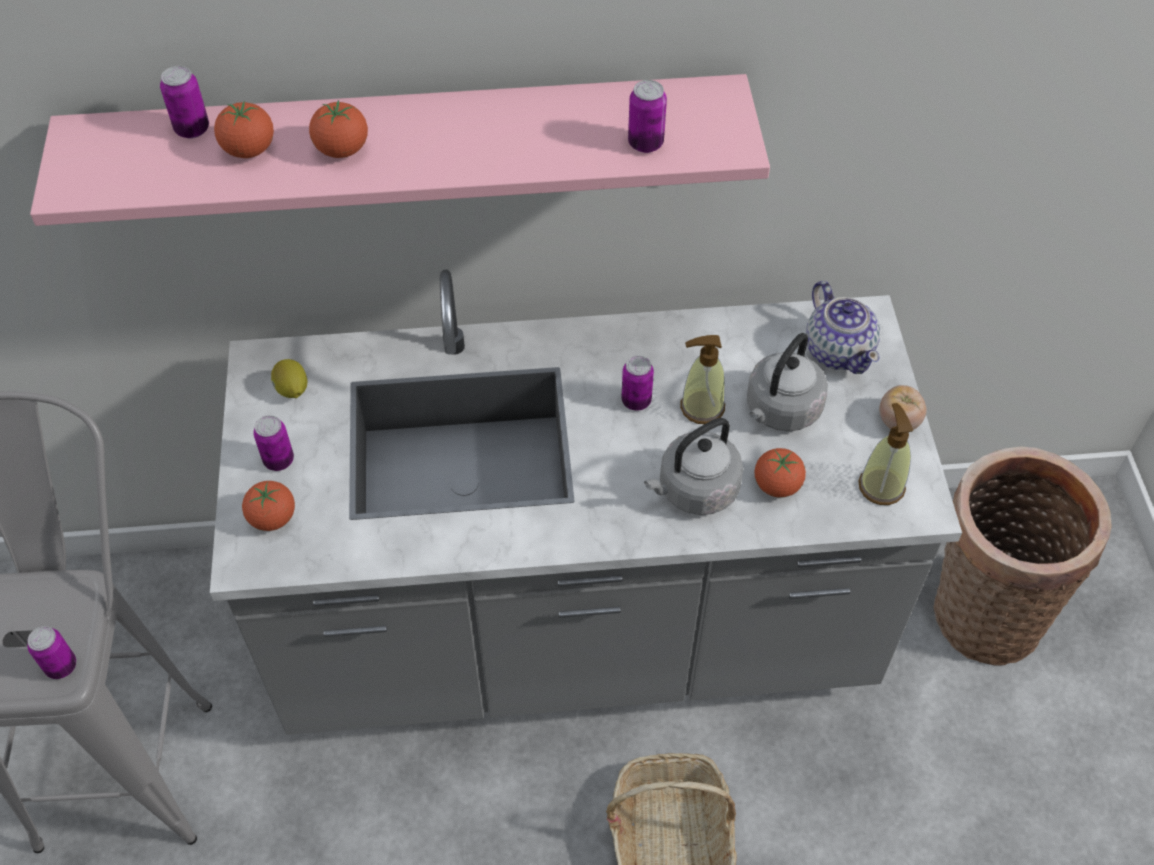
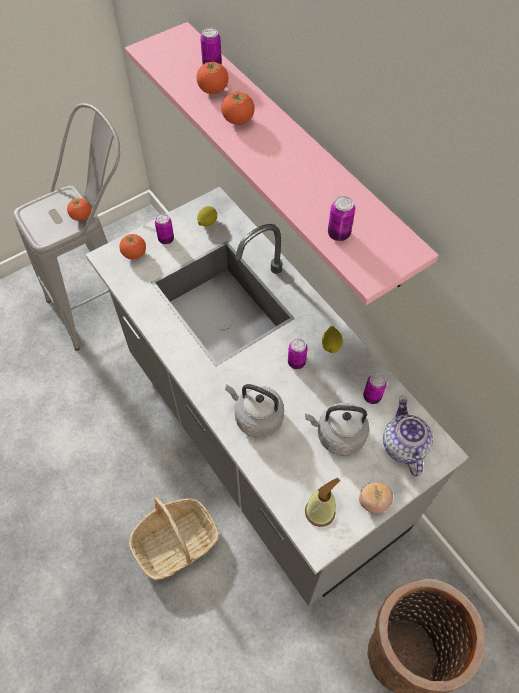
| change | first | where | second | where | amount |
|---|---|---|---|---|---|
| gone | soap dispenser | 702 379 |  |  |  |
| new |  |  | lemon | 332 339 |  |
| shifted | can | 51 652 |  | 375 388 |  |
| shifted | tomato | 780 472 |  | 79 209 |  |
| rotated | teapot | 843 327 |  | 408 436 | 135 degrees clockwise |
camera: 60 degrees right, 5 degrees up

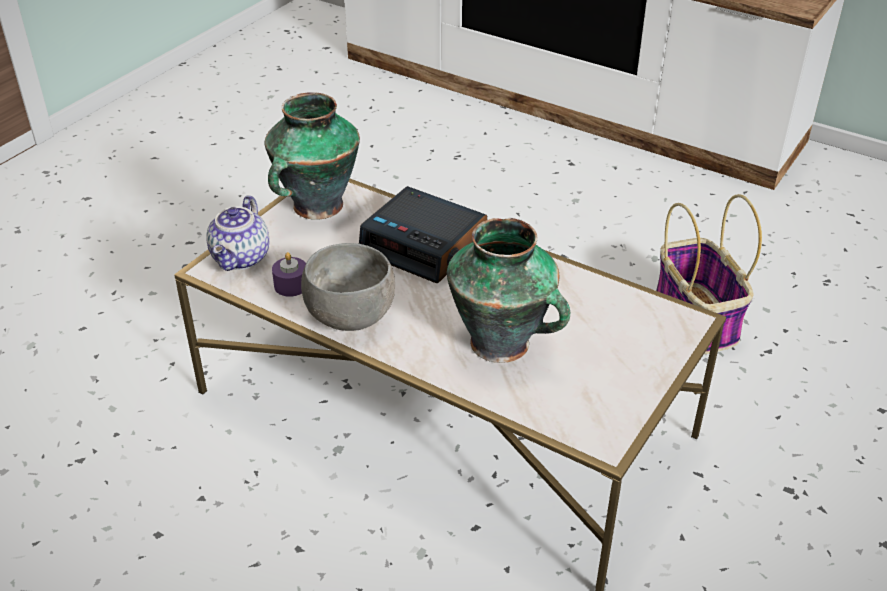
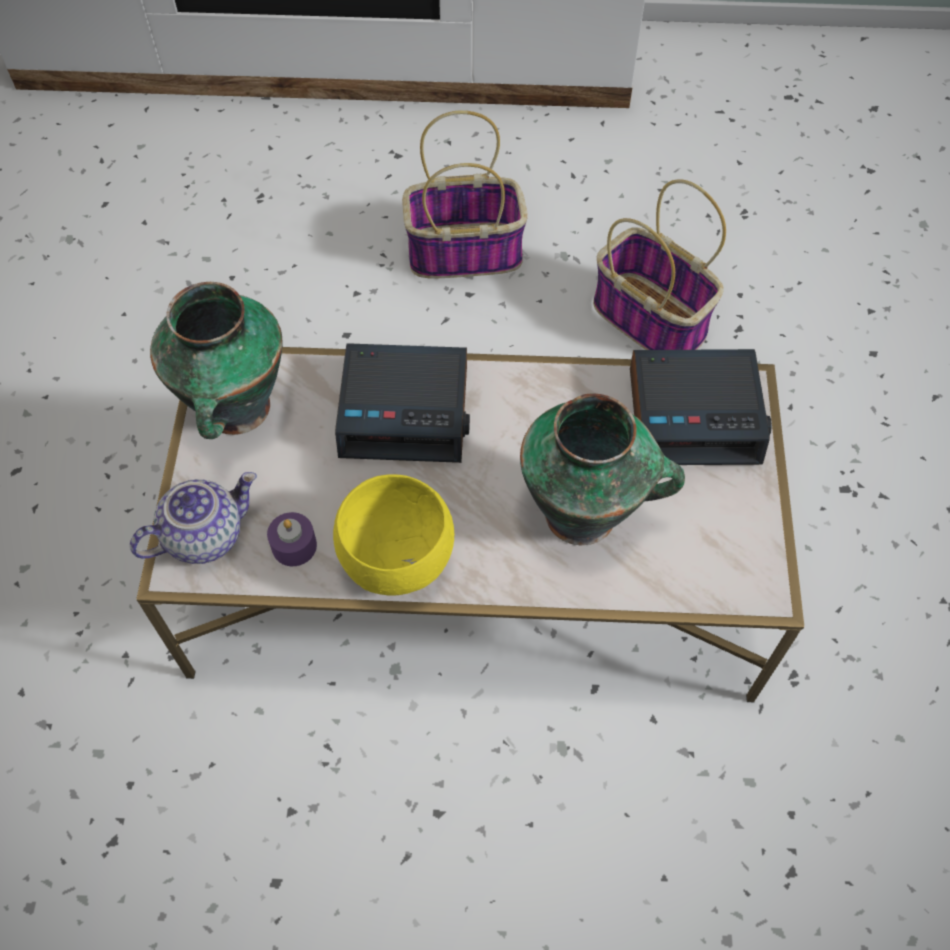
| change | first | where | second | where | amount |
|---|---|---|---|---|---|
| new |  |  | basket | 465 194 |  |
| new |  |  | alarm clock | 701 407 |  |
| repainted | bowl/grey | 348 287 | bowl/yellow | 393 534 |  |
| rotated | teapot | 237 233 |  | 193 518 | 105 degrees counterclockwise |
camera: 30 degrees left, 20 degrees up

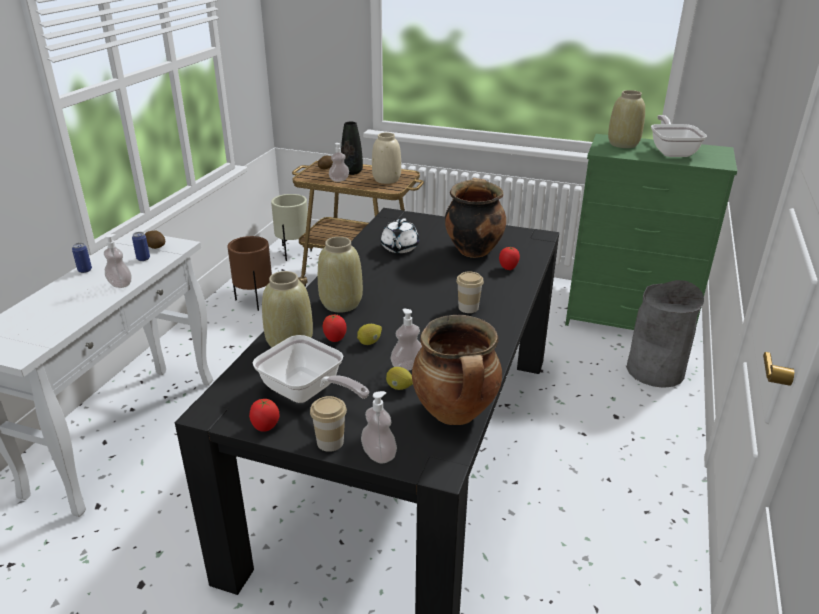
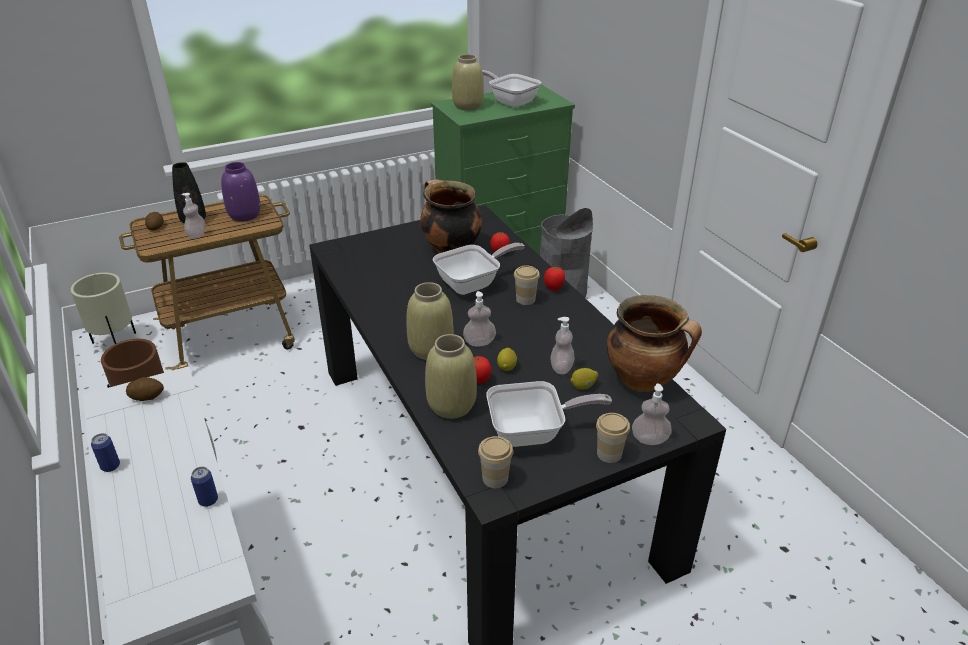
| change | first | where | second | where | amount |
|---|---|---|---|---|---|
| gone | teapot/white | 400 235 |  |  |  |
| new |  |  | frying pan | 479 269 |  |
| new |  |  | cup | 495 462 |  |
| shifted | soap dispenser | 118 261 |  | 479 319 |  |
| shifted | can | 141 246 |  | 204 486 |  |
| shifted | tomato | 264 415 |  | 554 279 |  |
| repainted | vase/beige | 386 158 | vase/purple | 241 192 |  |
camera: 45 degrees left, 5 degrees up

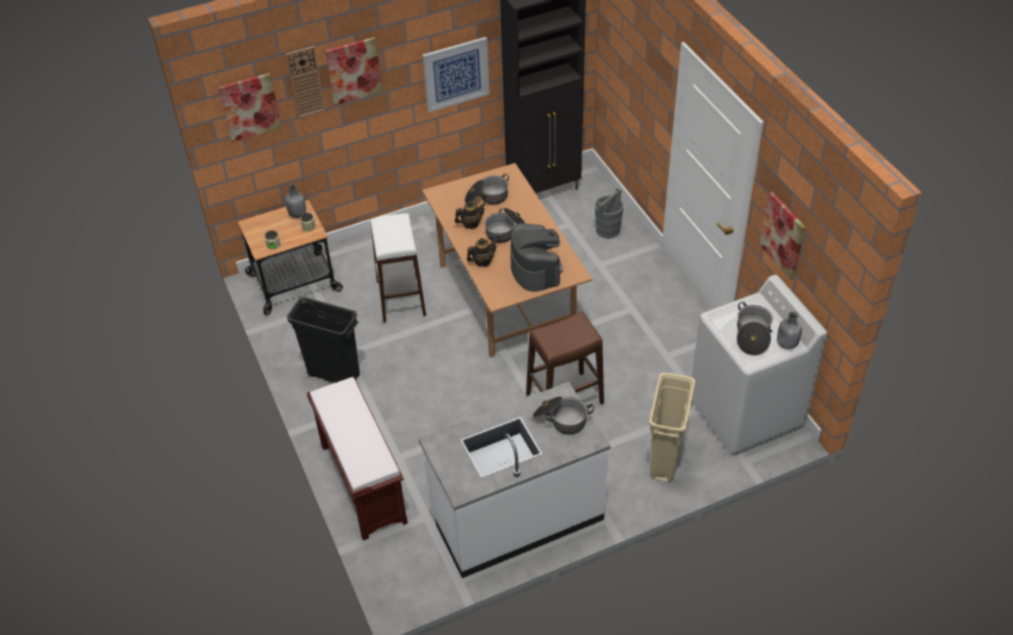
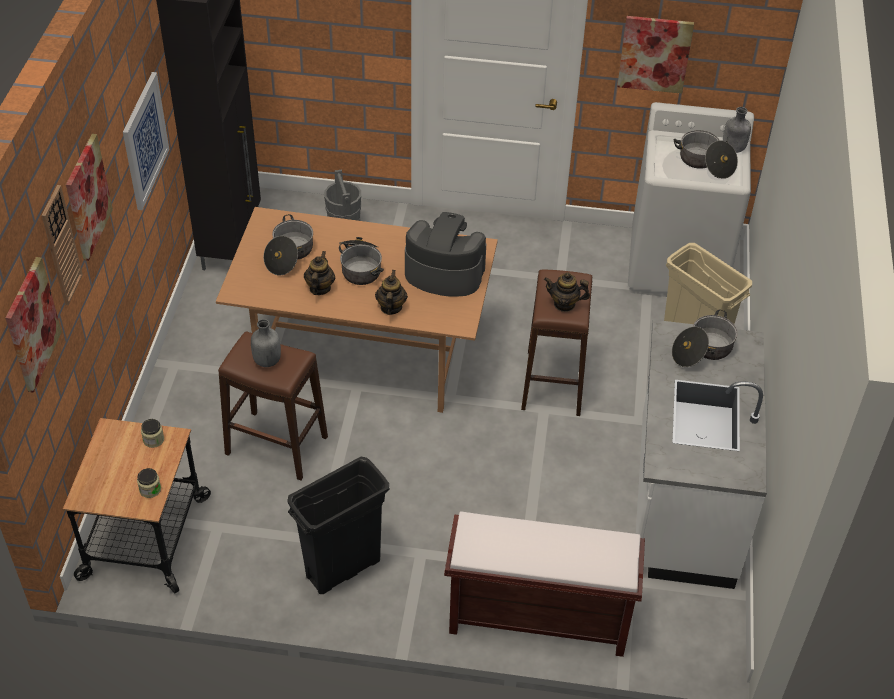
| change | first | where | second | where | amount |
|---|---|---|---|---|---|
| new |  |  | teapot | 567 292 |  |
| shifted | bottle/grey | 295 201 |  | 266 343 |  |
| repainted | stool/white | 398 268 | stool/brown | 273 406 |  |
camera: 60 degrees left, 0 degrees up

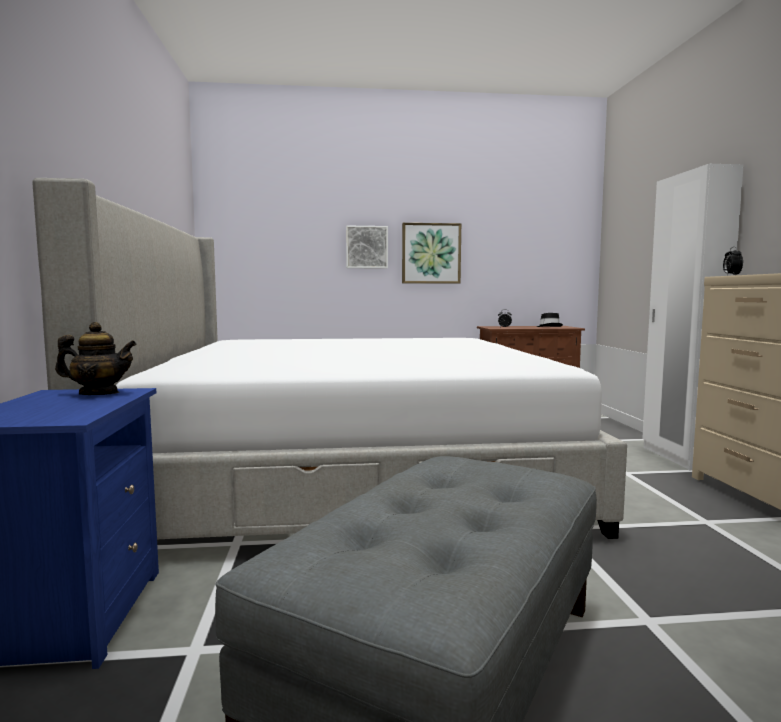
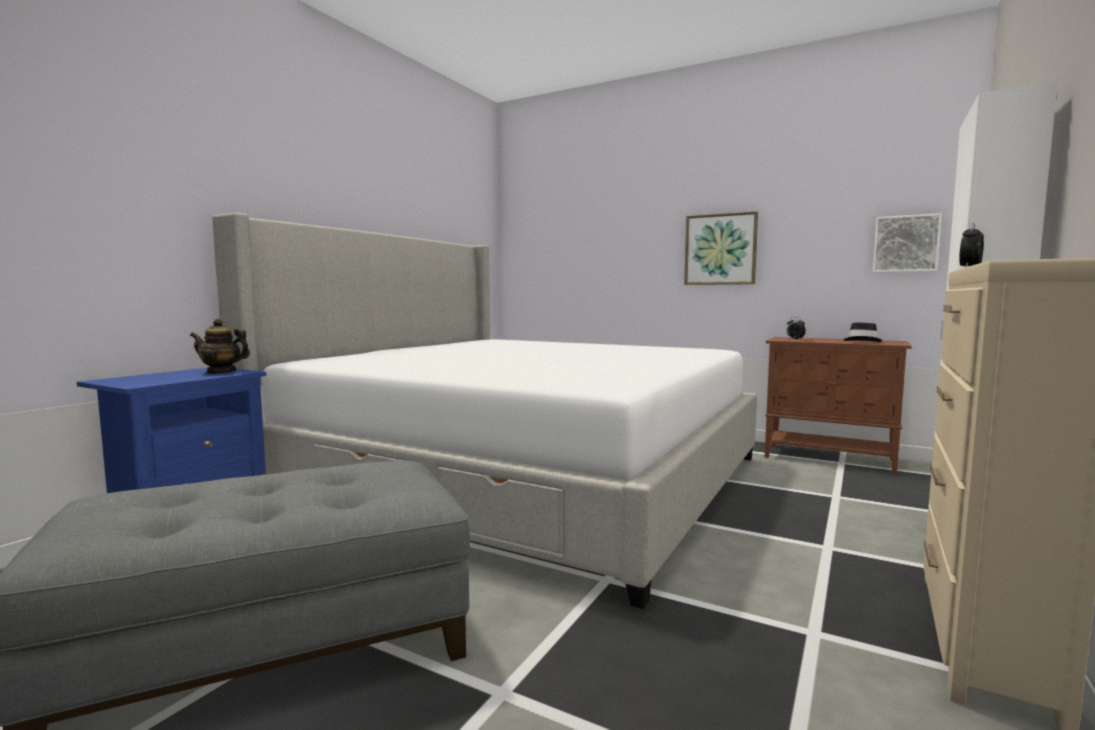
| change | first | where | second | where | amount |
|---|---|---|---|---|---|
| shifted | picture | 367 247 |  | 907 242 |  |
| rotated | teapot | 96 358 |  | 220 346 | 150 degrees clockwise |
camera: 35 degrees right, 0 degrees up

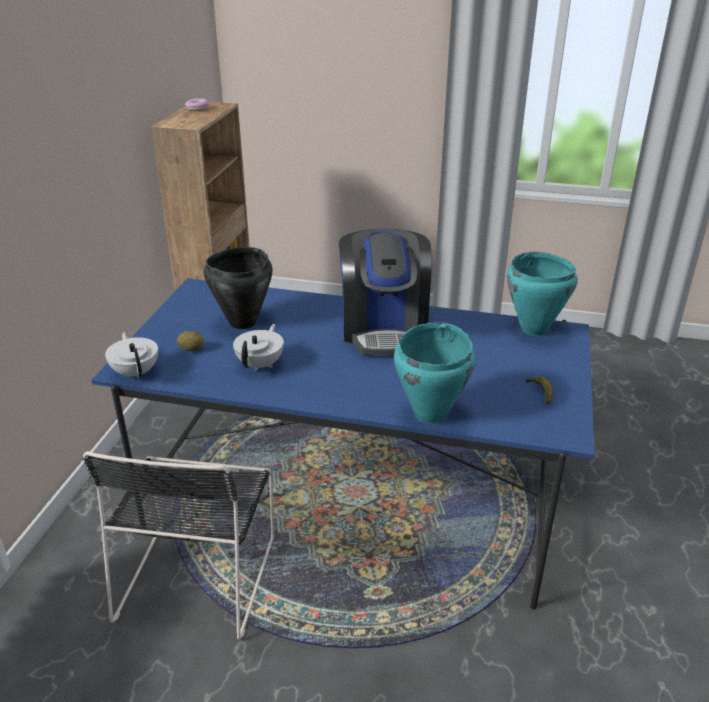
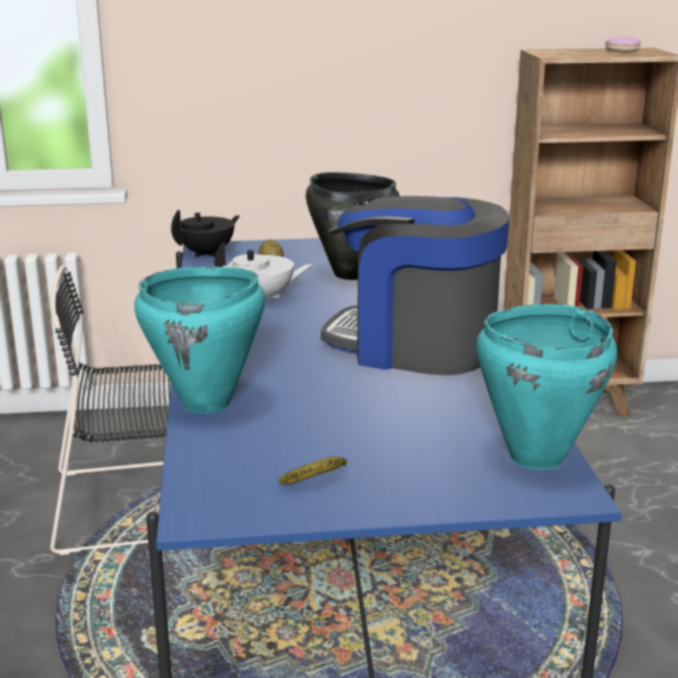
| change | first | where | second | where | amount |
|---|---|---|---|---|---|
| repainted | teapot/white | 131 355 | teapot/black | 205 233 |  |
| rotated | coffee machine | 385 292 |  | 415 285 | 45 degrees clockwise |
camera: 70 degrees right, 10 degrees down

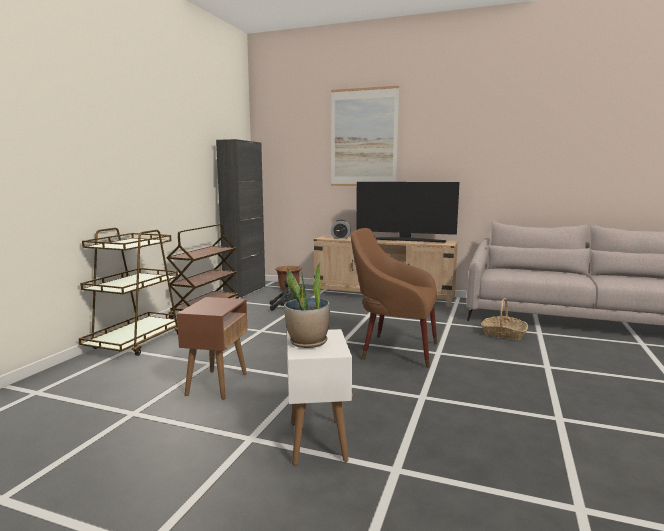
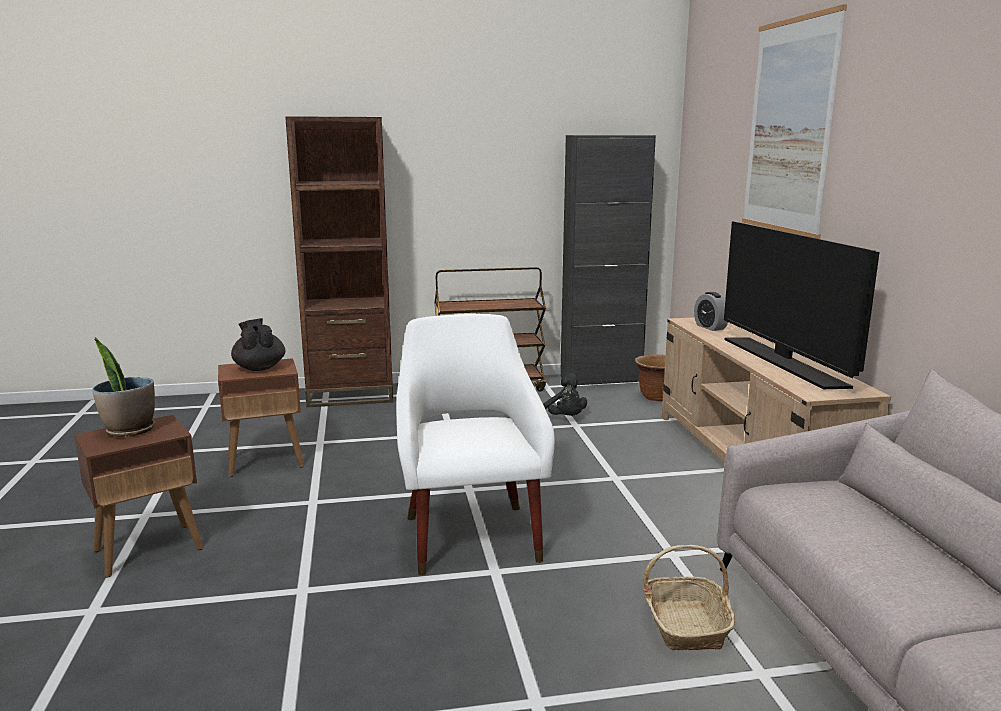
| change | first | where | second | where | amount |
|---|---|---|---|---|---|
| new |  |  | teapot/black | 258 344 |  |
| swapped | cart/brown | 128 292 | bookcase/brown | 339 262 |  |
| repainted | side table/white | 320 397 | side table/brown | 138 496 |  |
| repainted | armchair/brown | 394 298 | armchair/white | 475 444 |  |
camera: 60 degrees right, 5 degrees up

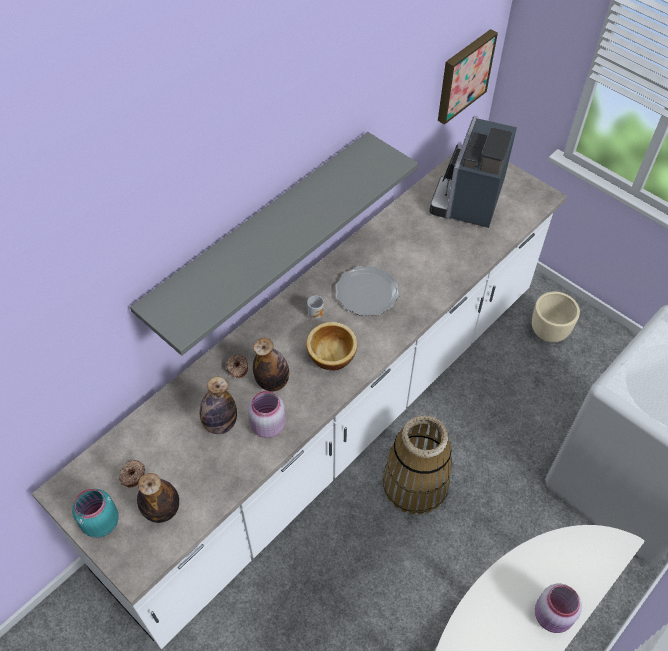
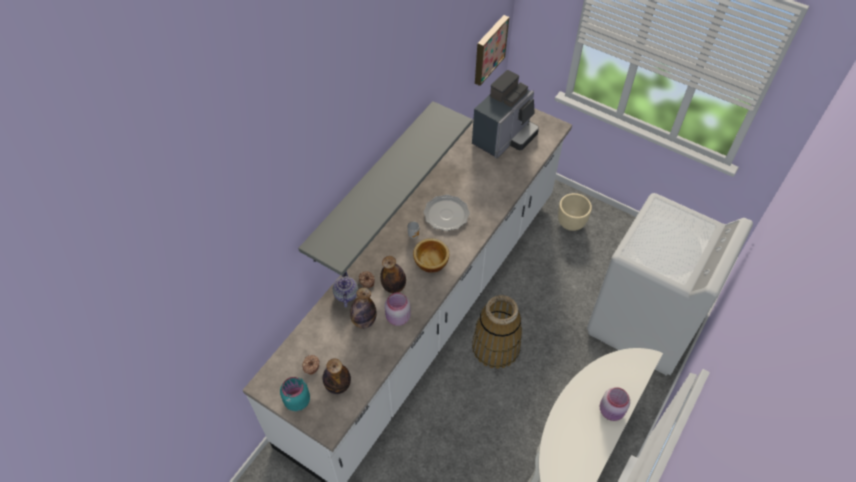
| change | first | where | second | where | amount |
|---|---|---|---|---|---|
| new |  |  | teapot | 345 289 |  |
| rotated | coffee machine | 473 172 |  | 505 114 | 150 degrees counterclockwise |
camera: 10 degrees left, 0 degrees up

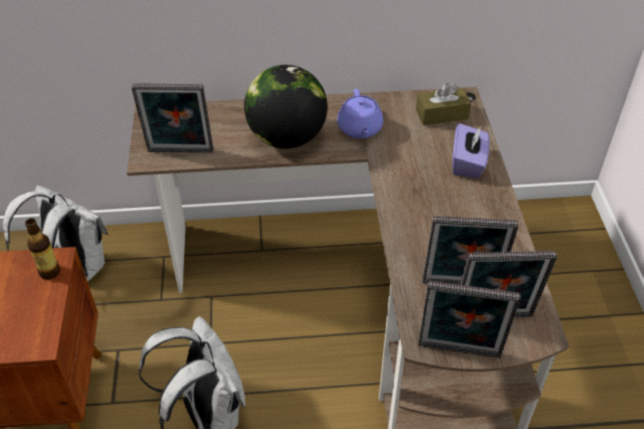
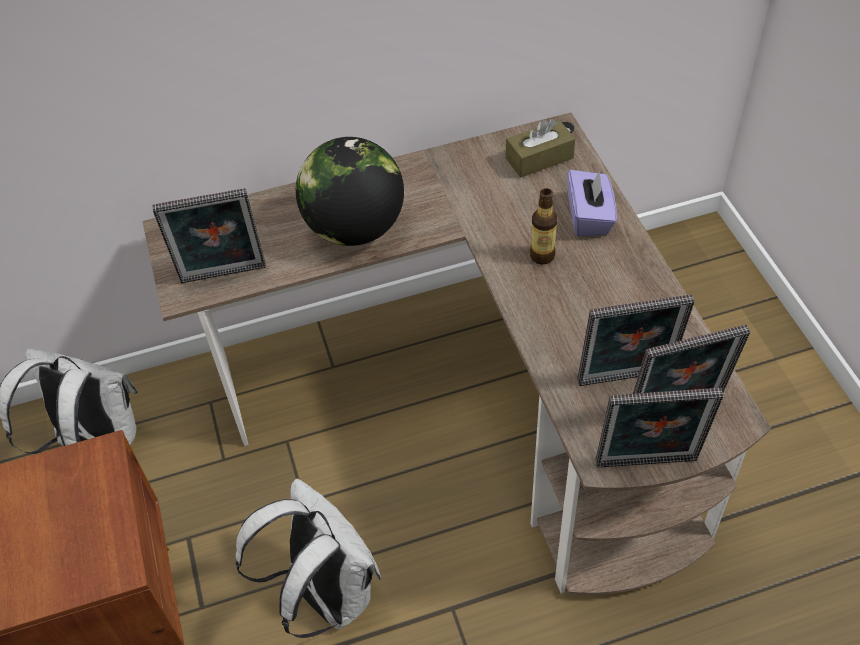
| change | first | where | second | where | amount |
|---|---|---|---|---|---|
| gone | teapot/purple | 360 114 |  |  |  |
| shifted | bottle | 42 249 |  | 543 226 |  |
camera: 10 degrees left, 5 degrees up

